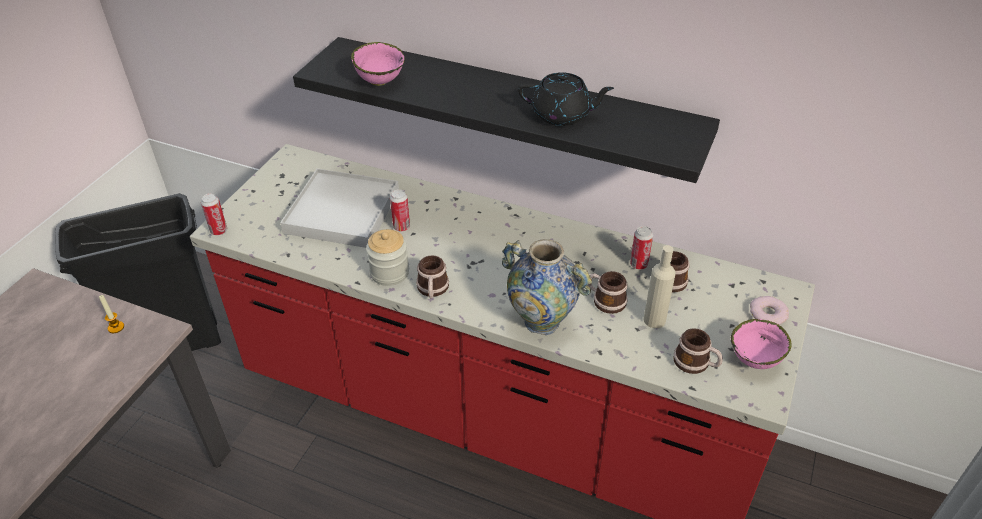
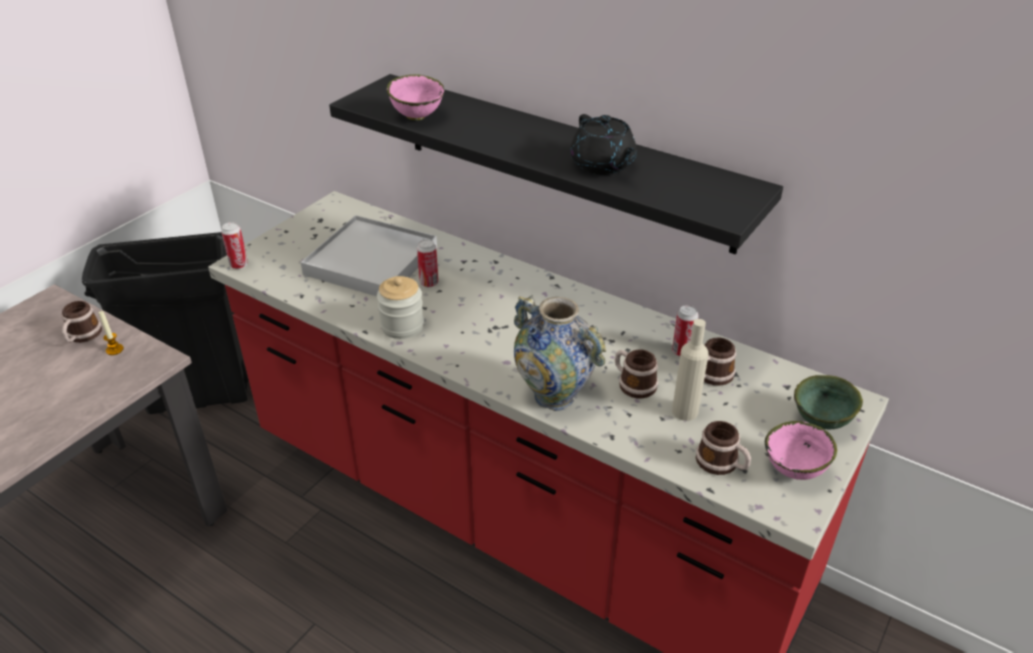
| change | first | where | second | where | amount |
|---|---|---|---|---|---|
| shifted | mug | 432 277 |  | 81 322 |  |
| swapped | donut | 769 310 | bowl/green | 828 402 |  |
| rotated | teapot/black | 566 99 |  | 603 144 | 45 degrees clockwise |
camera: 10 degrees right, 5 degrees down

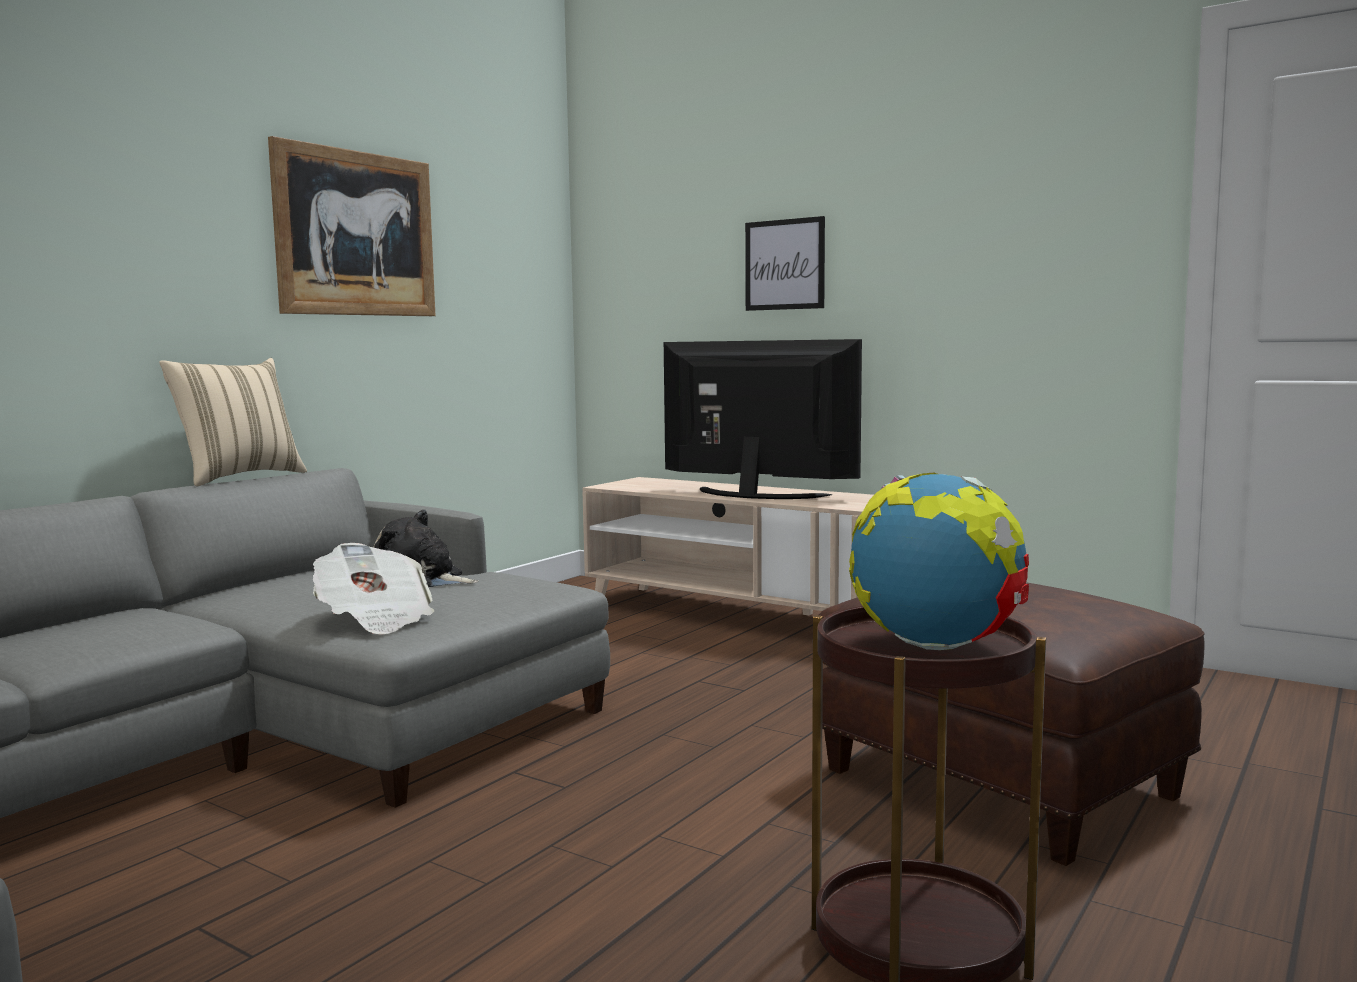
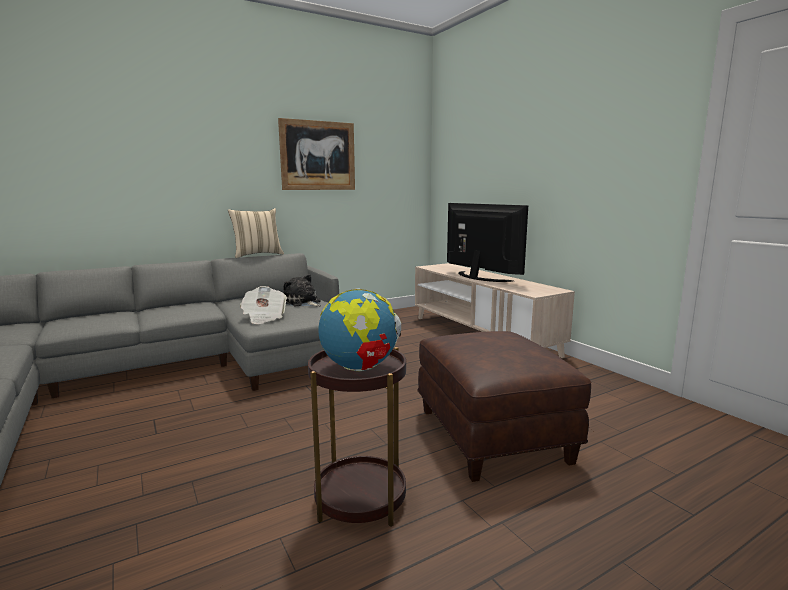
| change | first | where | second | where | amount |
|---|---|---|---|---|---|
| gone | picture | 785 263 |  |  |  |
camera: 25 degrees right, 5 degrees up

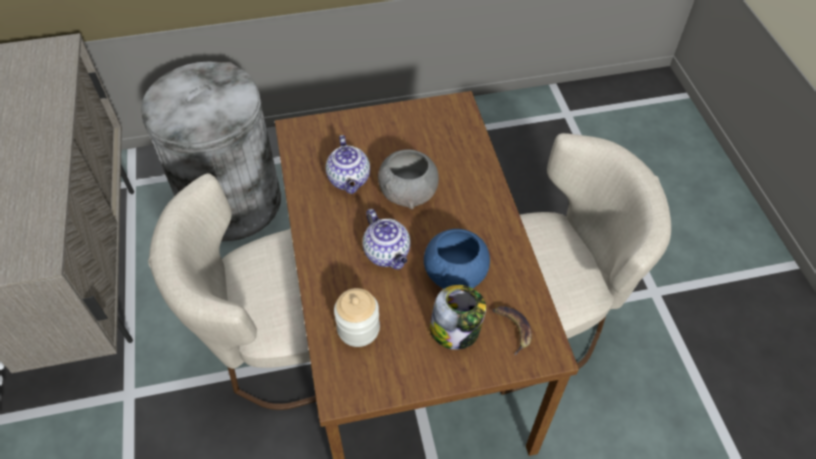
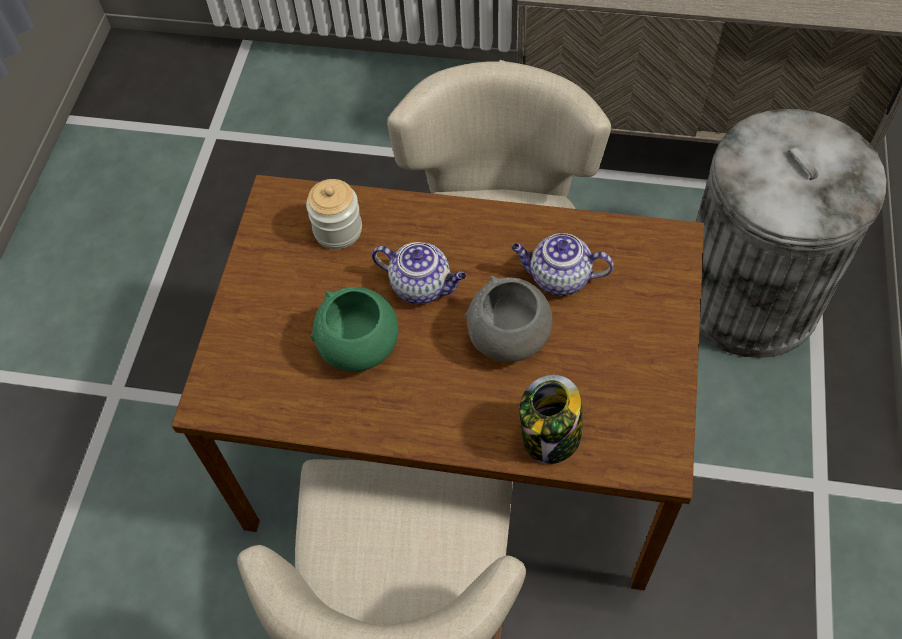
| change | first | where | second | where | amount |
|---|---|---|---|---|---|
| gone | banana | 512 331 |  |  |  |
| shifted | jar | 458 317 |  | 551 419 |  |
| repainted | bowl/blue | 457 259 | bowl/green | 355 329 |  |
| rotated | teapot | 386 239 |  | 419 273 | 150 degrees counterclockwise |
camera: 115 degrees right, 5 degrees up

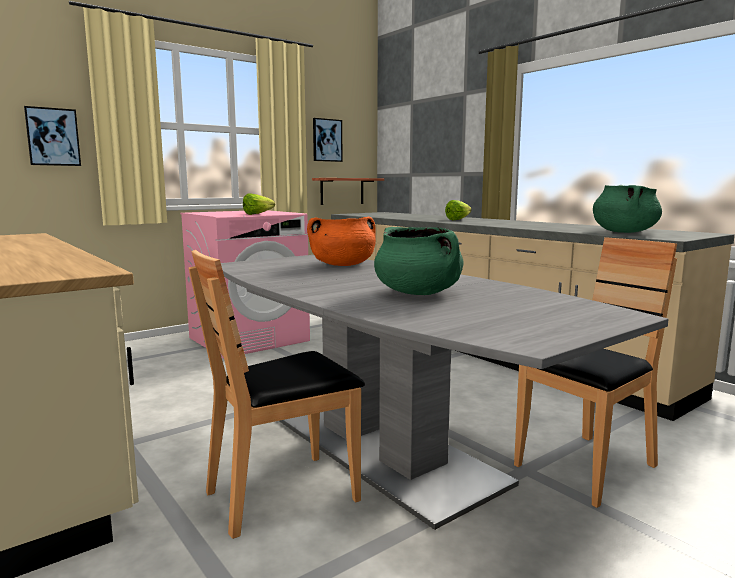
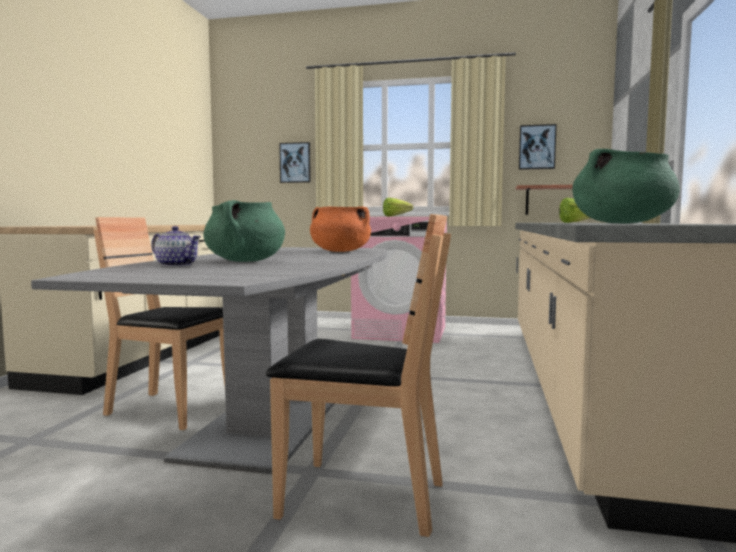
| change | first | where | second | where | amount |
|---|---|---|---|---|---|
| new |  |  | teapot | 176 246 |  |
camera: 50 degrees right, 5 degrees down

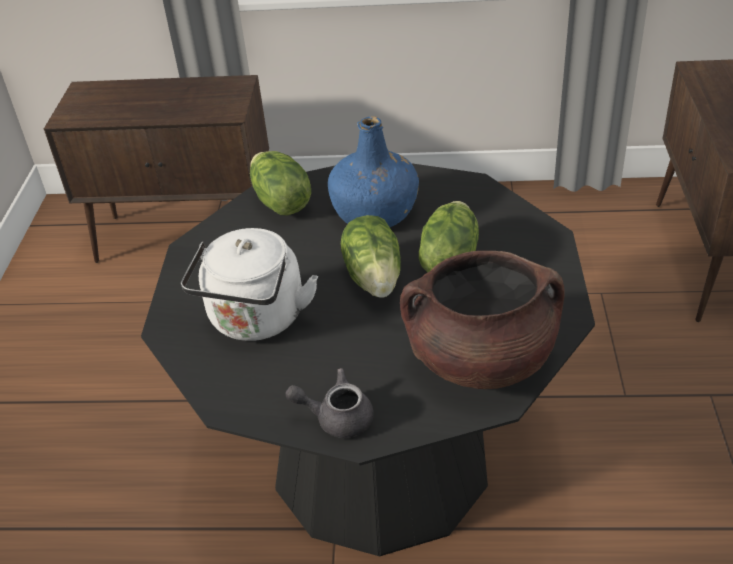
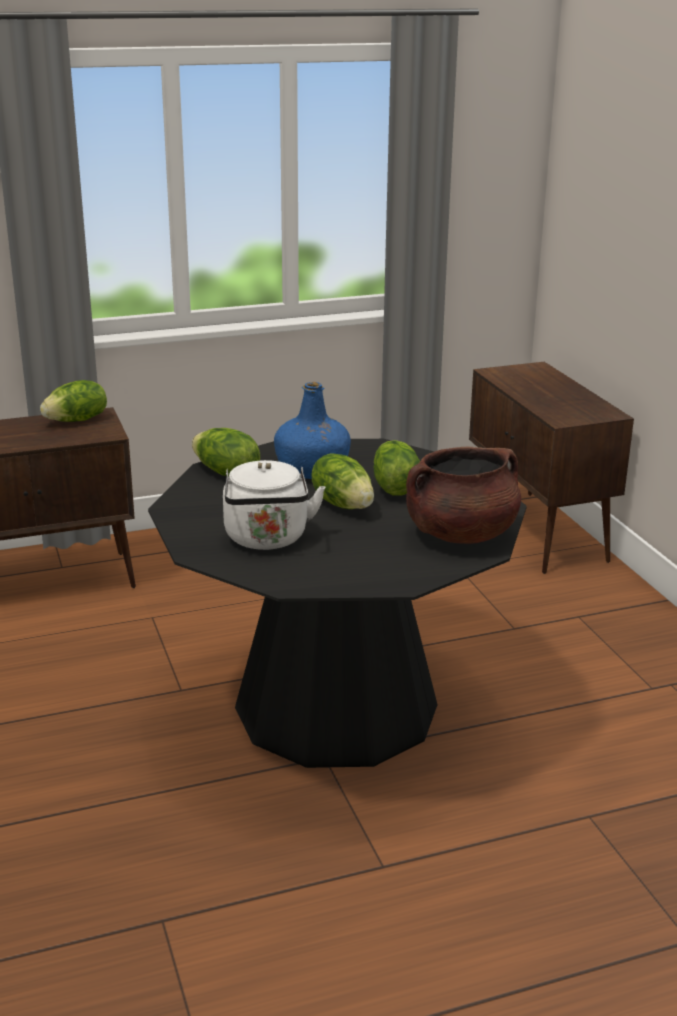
| change | first | where | second | where | amount |
|---|---|---|---|---|---|
| gone | teapot/grey | 329 403 |  |  |  |
| new |  |  | lettuce | 73 401 |  |
camera: 25 degrees left, 15 degrees down

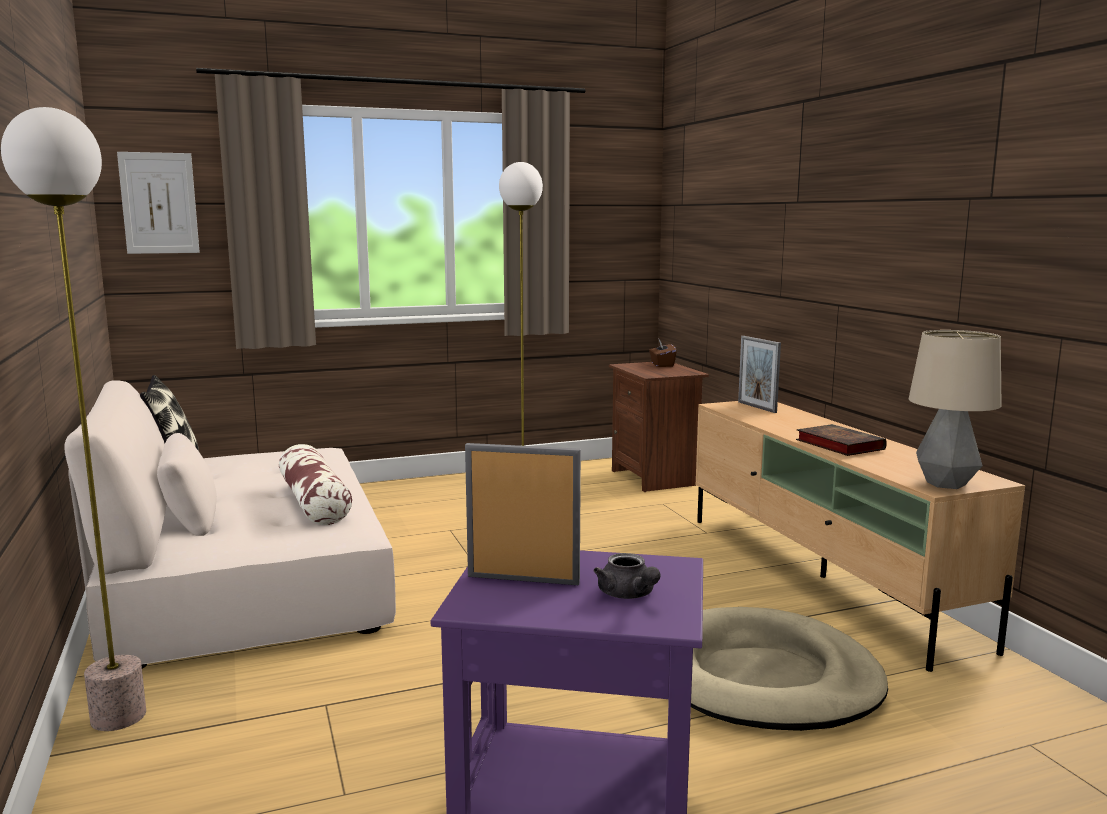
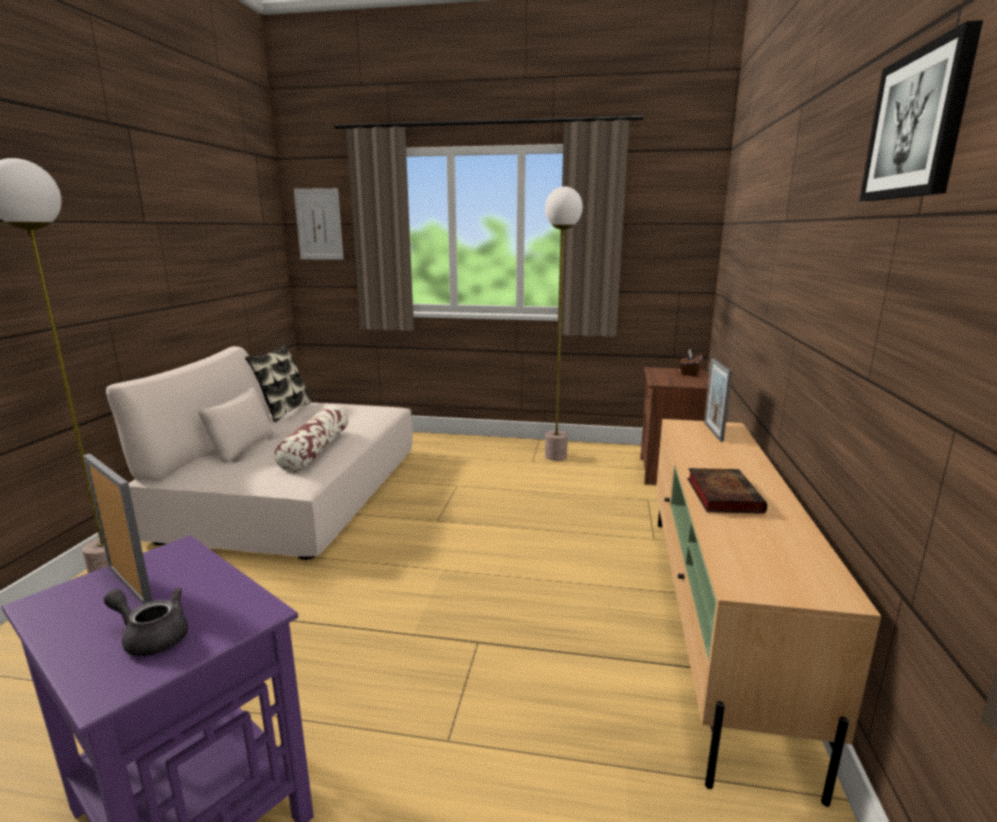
| change | first | where | second | where | amount |
|---|---|---|---|---|---|
| gone | dog bed/beige | 789 669 |  |  |  |
| gone | table lamp | 955 409 |  |  |  |
| new |  |  | picture | 921 110 |  |
| rotated | teapot/grey | 627 576 |  | 146 622 | 105 degrees clockwise |
camera: 30 degrees right, 5 degrees up

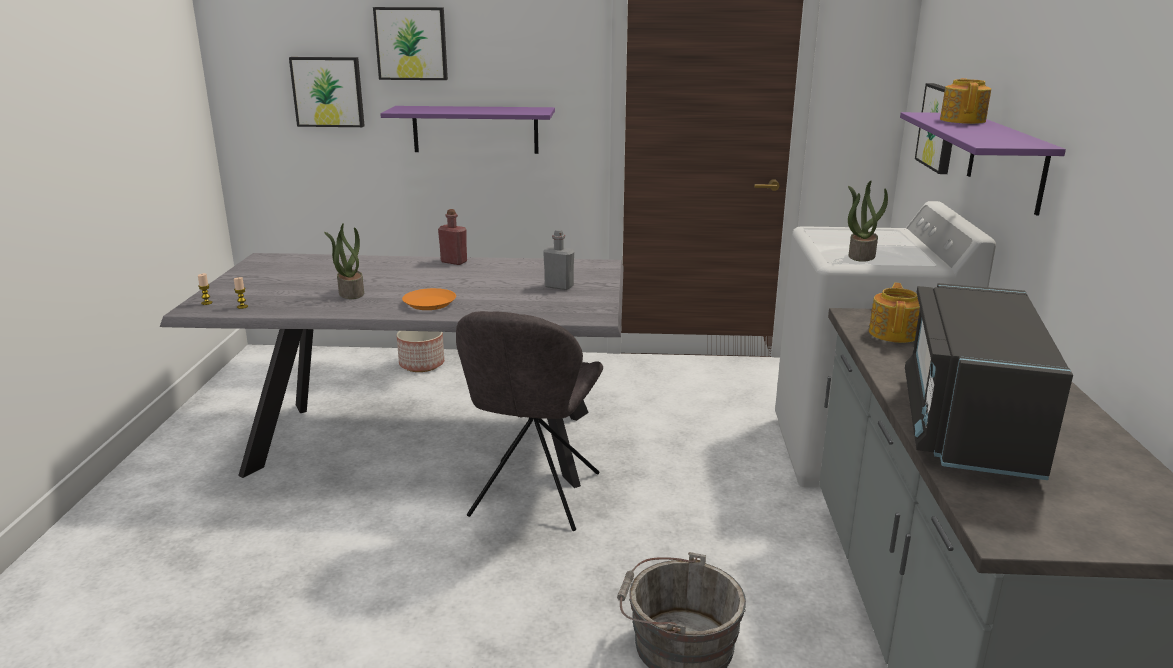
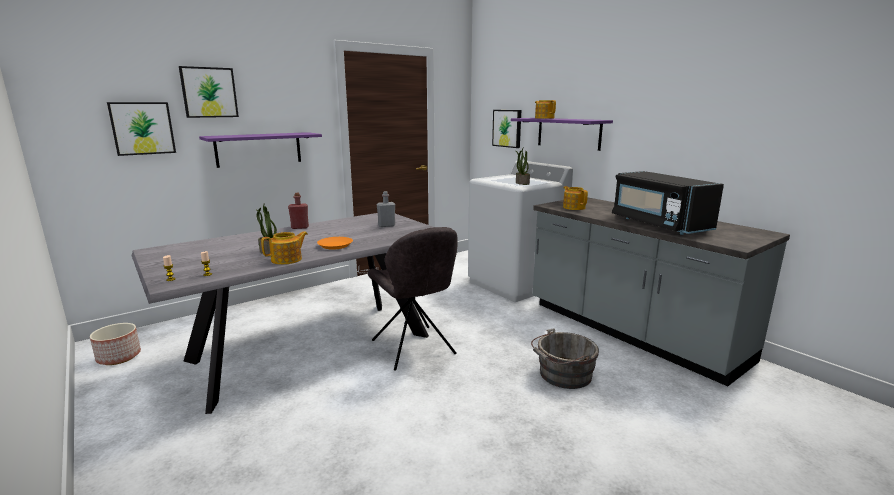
| change | first | where | second | where | amount |
|---|---|---|---|---|---|
| new |  |  | teapot | 284 248 |  |
| shifted | planter | 420 351 |  | 115 344 |  |
camera: 40 degrees left, 5 degrees down

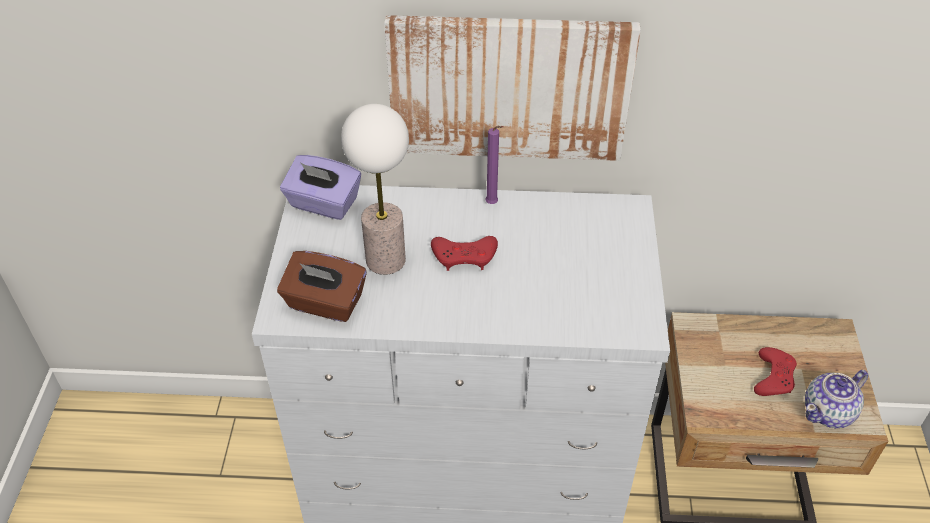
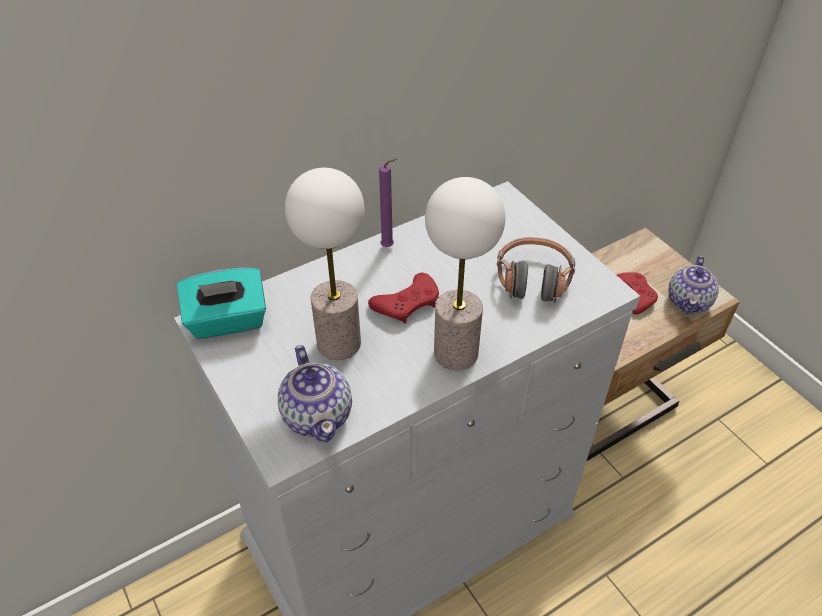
| change | first | where | second | where | amount |
|---|---|---|---|---|---|
| gone | picture | 512 88 |  |  |  |
| new |  |  | table lamp | 465 273 |  |
| new |  |  | headphones | 536 270 |  |
| swapped | tissue box/brown | 322 286 | teapot | 315 394 |  |
| repainted | tissue box/purple | 320 187 | tissue box/turquoise | 221 303 |  |
camera: 35 degrees left, 0 degrees up

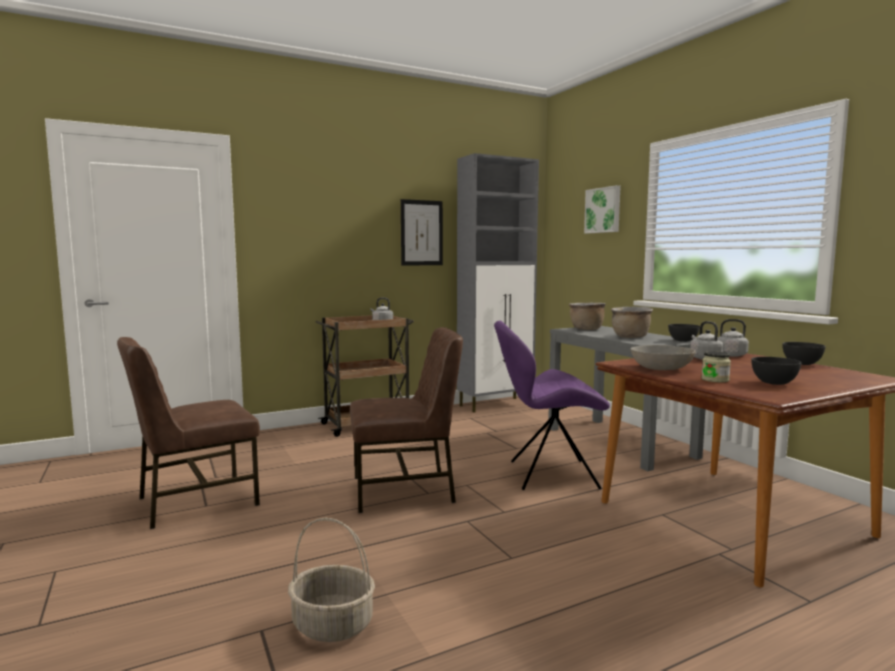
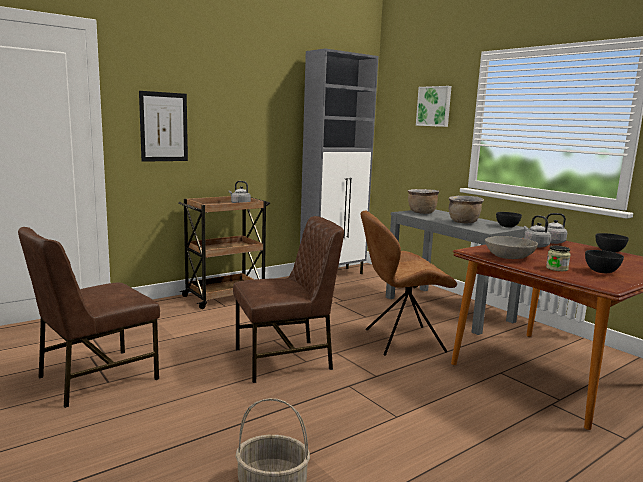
| change | first | where | second | where | amount |
|---|---|---|---|---|---|
| shifted | picture | 422 232 |  | 163 126 |  |
| repainted | chair/purple | 552 405 | chair/brown | 409 283 |  |
camera: 10 degrees left, 5 degrees up

